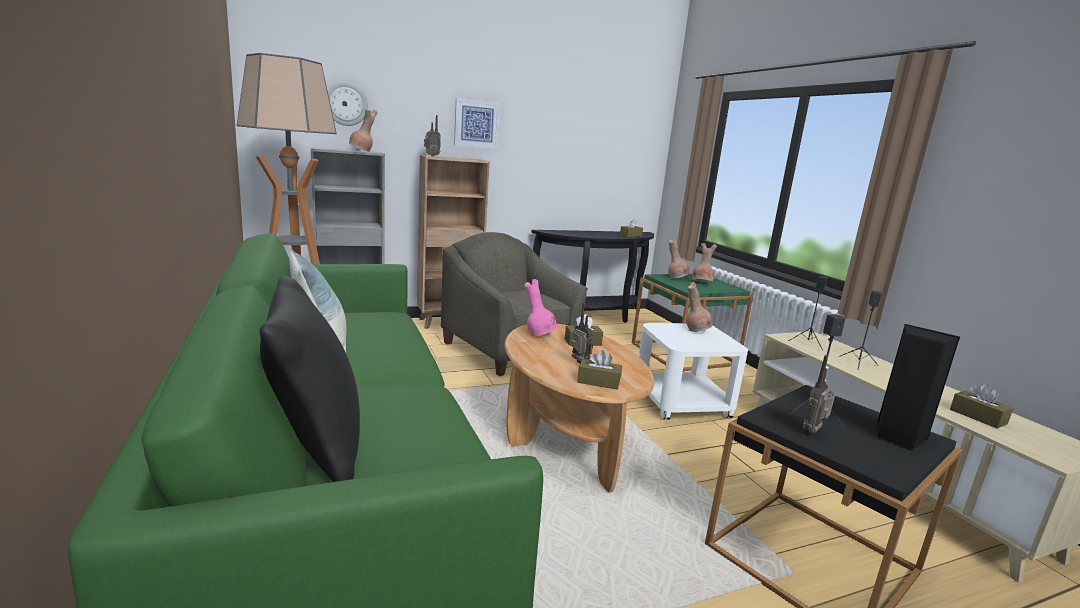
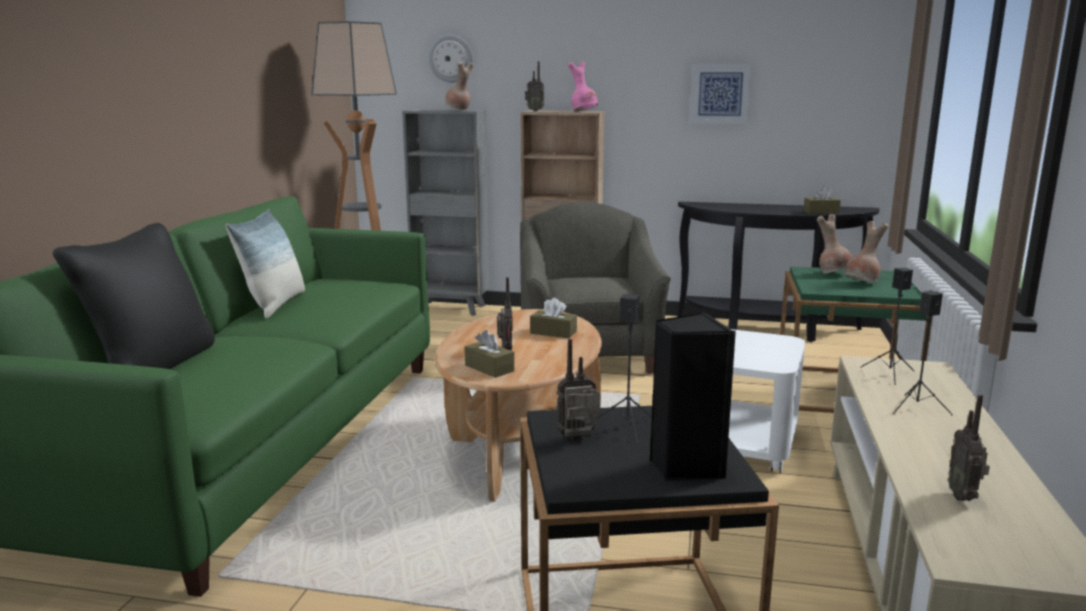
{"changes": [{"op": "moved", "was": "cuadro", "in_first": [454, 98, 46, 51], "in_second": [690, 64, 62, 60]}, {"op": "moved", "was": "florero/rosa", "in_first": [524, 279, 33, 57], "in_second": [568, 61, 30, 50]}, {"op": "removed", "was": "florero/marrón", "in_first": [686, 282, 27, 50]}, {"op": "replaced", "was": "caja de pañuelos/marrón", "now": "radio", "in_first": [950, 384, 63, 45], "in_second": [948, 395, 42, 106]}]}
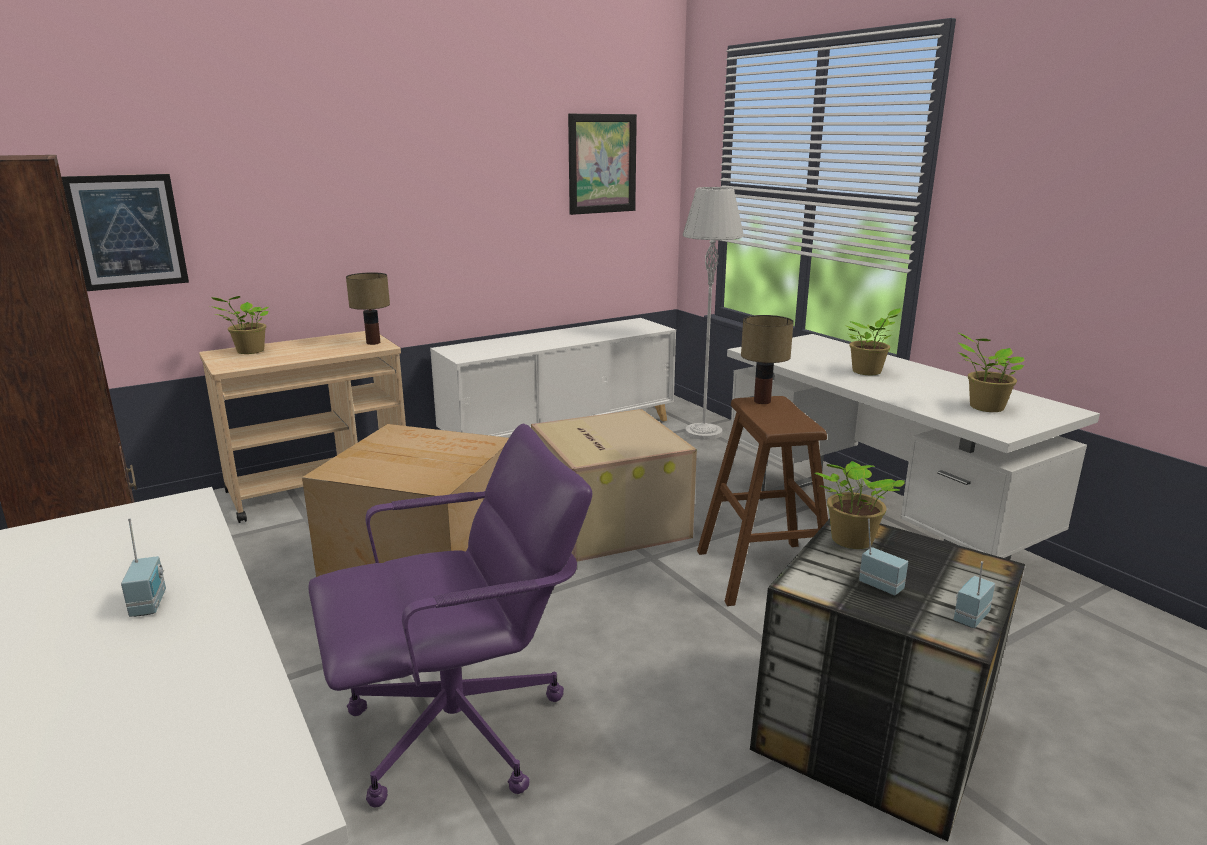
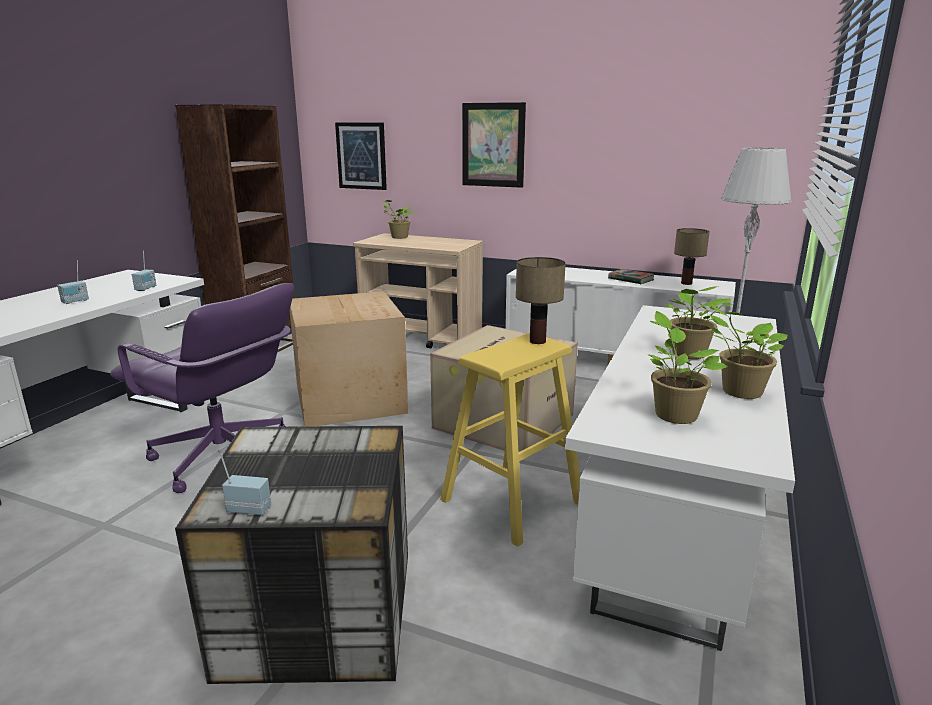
{"changes": [{"op": "moved", "was": "cuadro", "in_first": [568, 114, 69, 101], "in_second": [462, 102, 64, 86]}, {"op": "moved", "was": "lámpara de mesa", "in_first": [346, 272, 44, 73], "in_second": [674, 228, 36, 57]}, {"op": "recoloured", "was": "taburete/marrón", "now": "taburete/amarillo", "in_first": [697, 396, 131, 210], "in_second": [440, 334, 140, 213]}, {"op": "moved", "was": "planta en maceta", "in_first": [814, 461, 91, 88], "in_second": [706, 303, 81, 96]}, {"op": "moved", "was": "radio", "in_first": [859, 519, 49, 76], "in_second": [132, 250, 24, 41]}, {"op": "added", "now": "libro", "in_second": [608, 269, 47, 16]}]}
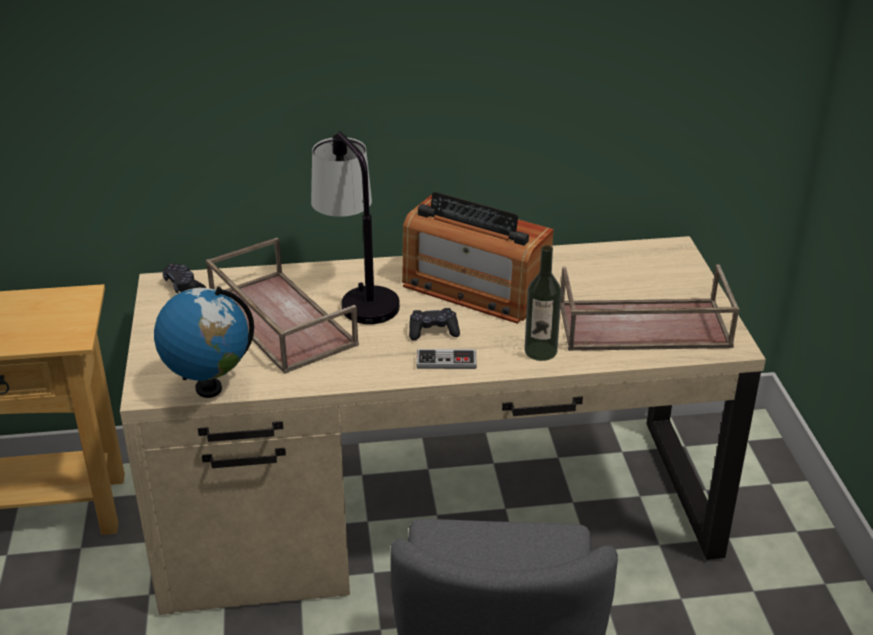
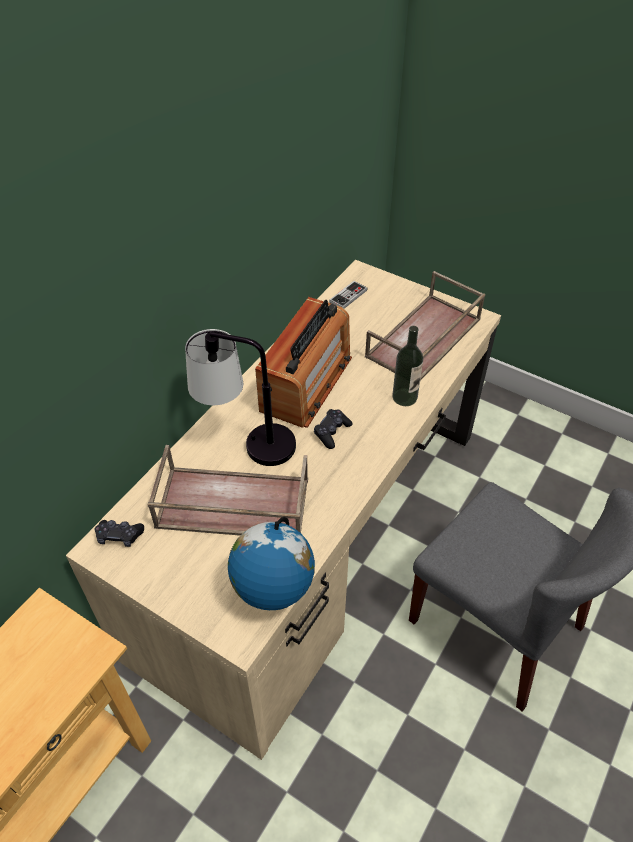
{"changes": [{"op": "turned", "was": "radio", "in_first": [402, 192, 152, 132], "in_second": [255, 297, 97, 131], "clockwise": -45}, {"op": "moved", "was": "mando de consola", "in_first": [416, 349, 61, 20], "in_second": [329, 281, 38, 28]}]}
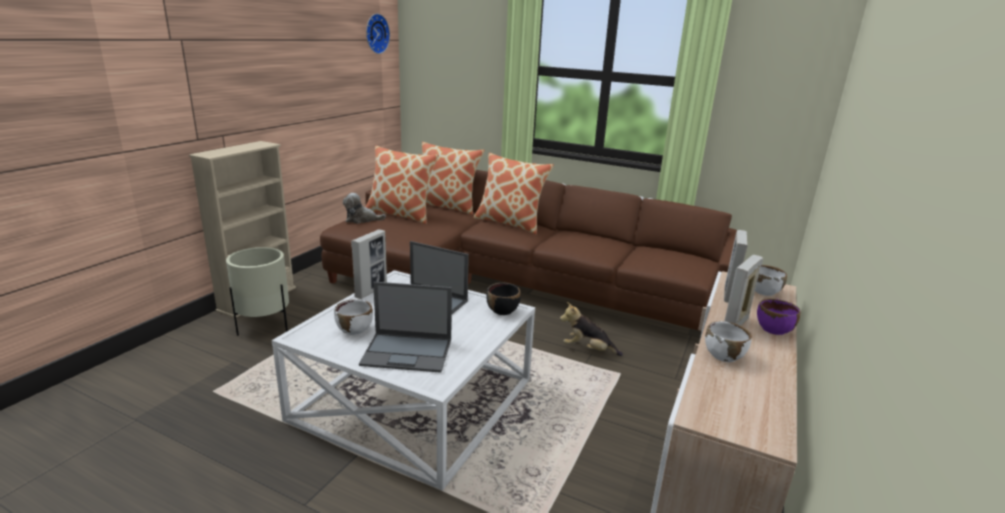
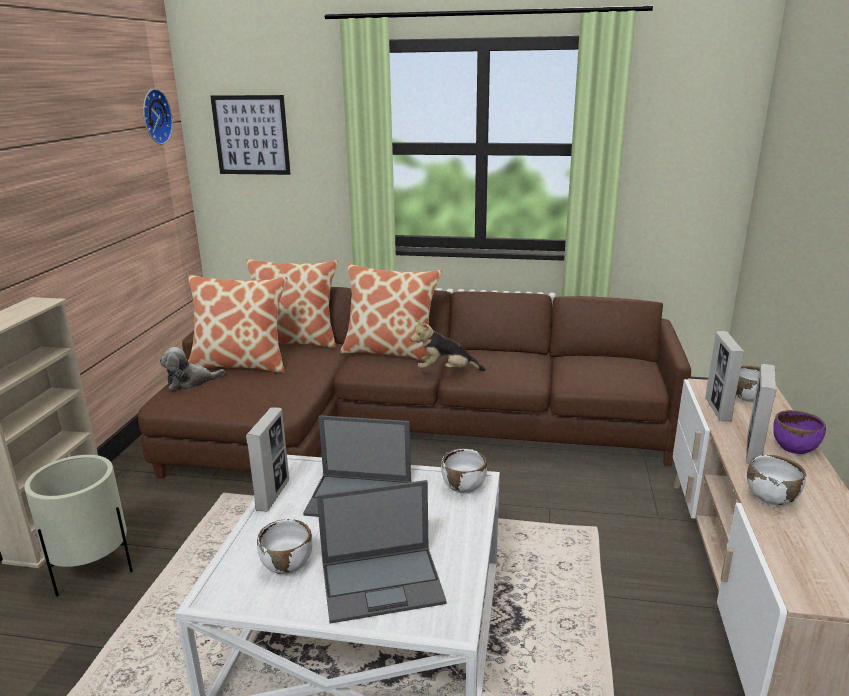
{"changes": [{"op": "recoloured", "was": "cuenco/negro", "now": "cuenco/blanco", "in_first": [486, 283, 35, 32], "in_second": [441, 448, 46, 46]}, {"op": "moved", "was": "peluche", "in_first": [560, 302, 63, 54], "in_second": [410, 319, 75, 52]}, {"op": "added", "now": "cuadro", "in_second": [210, 95, 81, 80]}]}
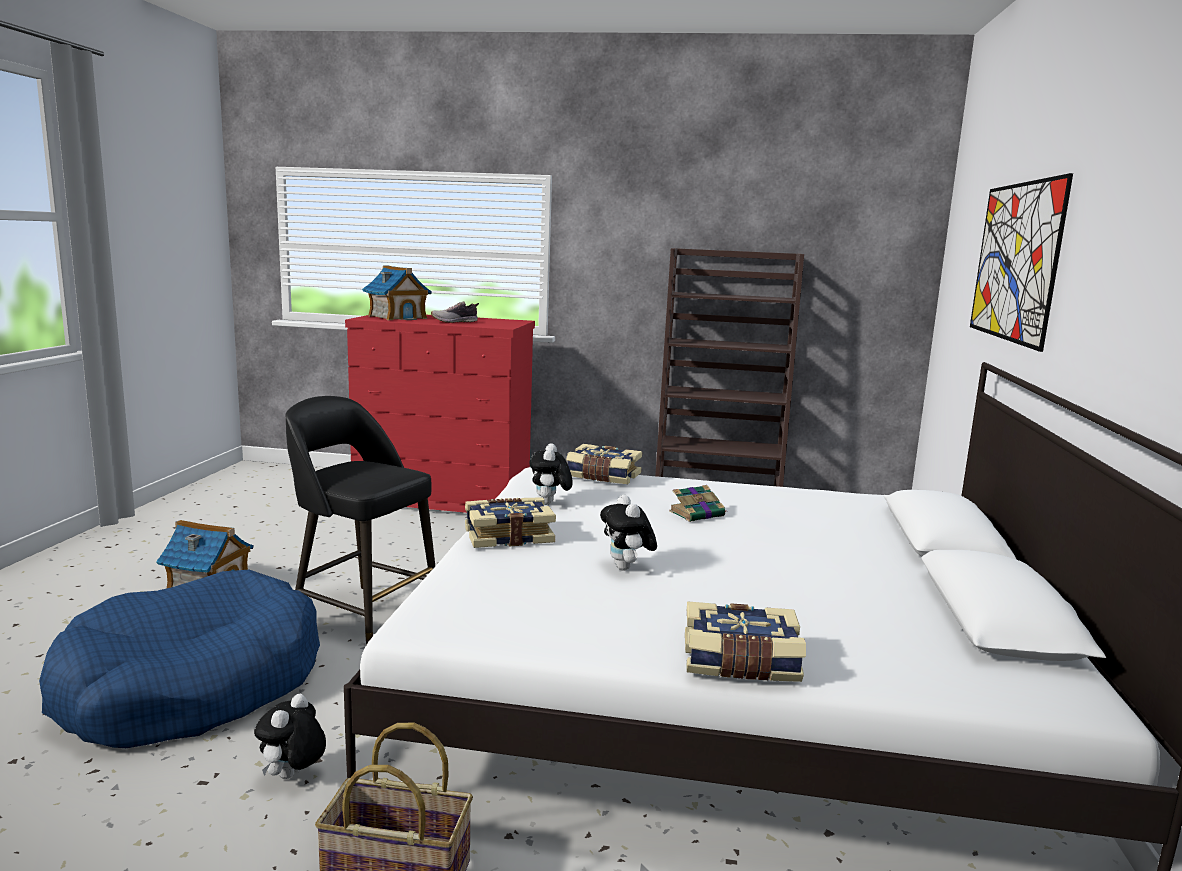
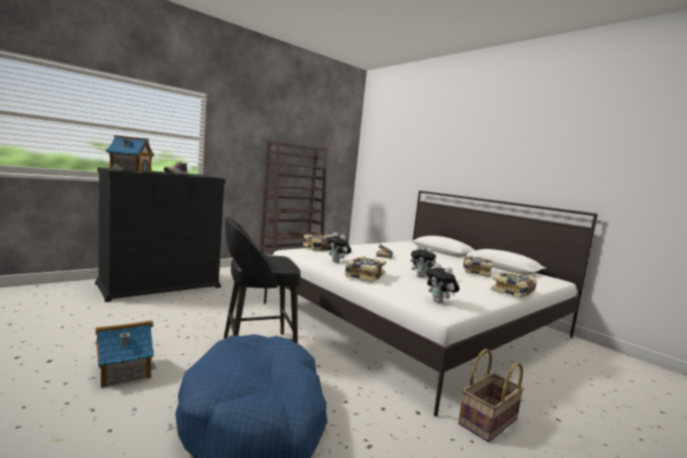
{"changes": [{"op": "removed", "was": "cuadro", "in_first": [970, 173, 103, 179]}, {"op": "recoloured", "was": "cómoda/rojo", "now": "cómoda/negro", "in_first": [345, 315, 190, 198], "in_second": [95, 167, 130, 135]}, {"op": "moved", "was": "peluche", "in_first": [254, 694, 72, 85], "in_second": [426, 263, 34, 41]}, {"op": "added", "now": "libro", "in_second": [463, 255, 30, 22]}]}
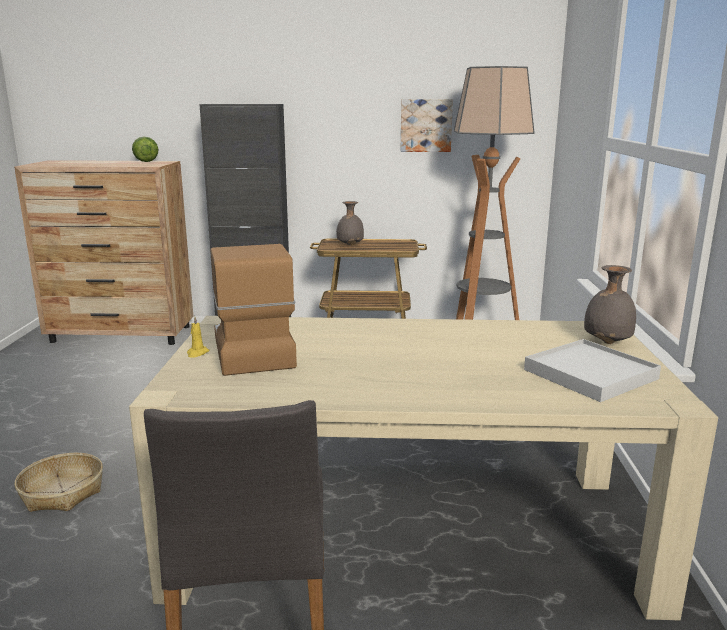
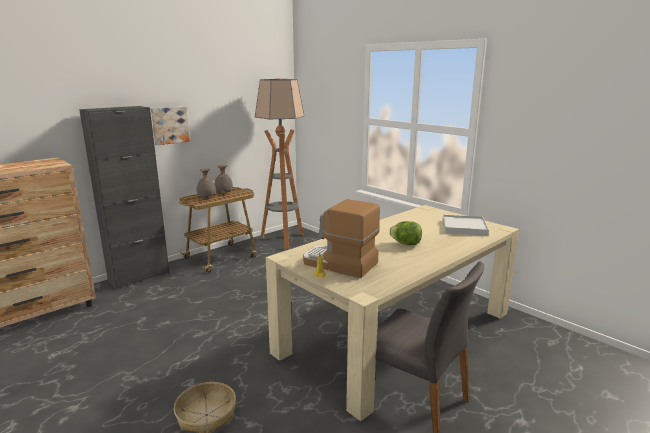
{"changes": [{"op": "moved", "was": "cuadro", "in_first": [400, 99, 53, 53], "in_second": [151, 106, 39, 39]}, {"op": "moved", "was": "lechuga", "in_first": [132, 136, 27, 26], "in_second": [389, 221, 33, 24]}, {"op": "moved", "was": "florero/gris", "in_first": [584, 265, 52, 79], "in_second": [215, 165, 18, 29]}]}
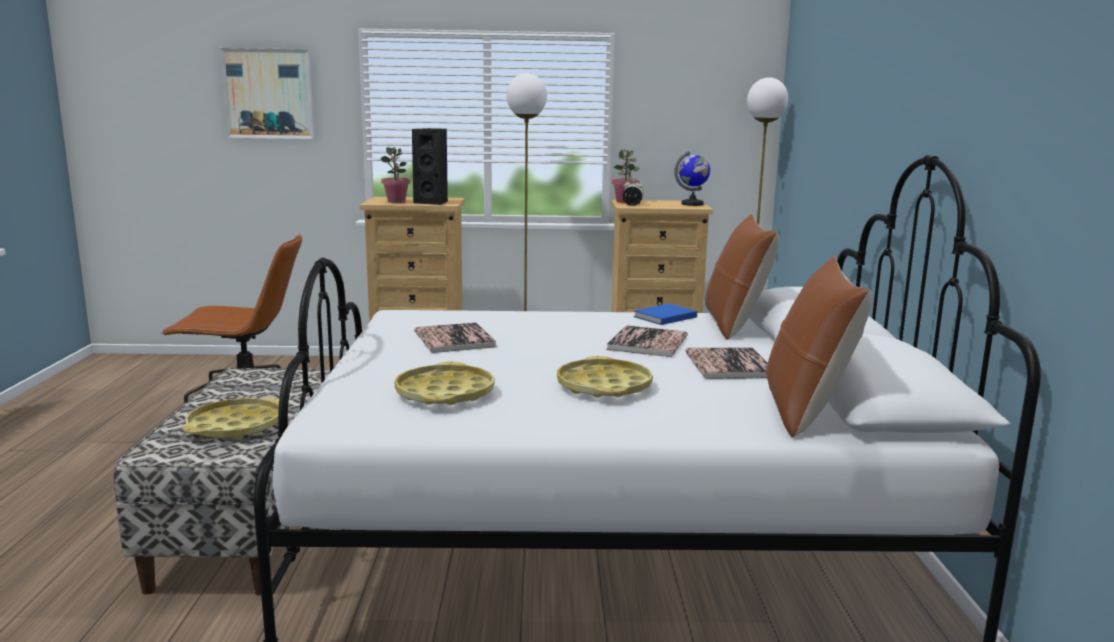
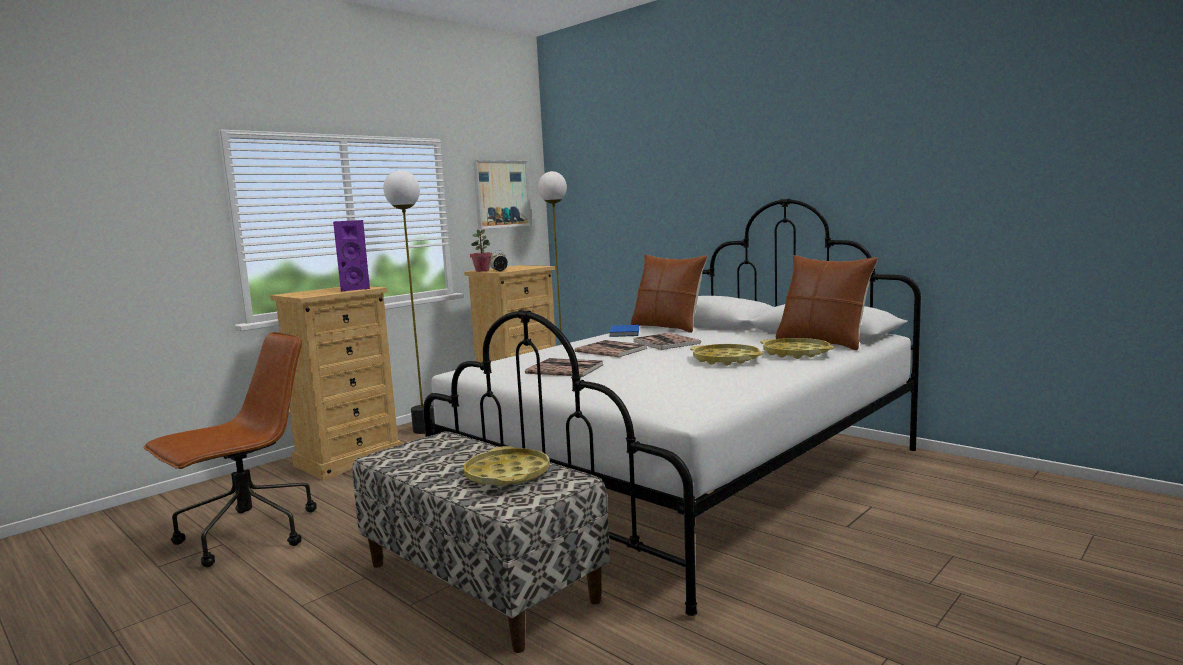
{"changes": [{"op": "moved", "was": "cuadro", "in_first": [220, 48, 95, 91], "in_second": [473, 160, 59, 69]}, {"op": "recoloured", "was": "altavoz/negro", "now": "altavoz/morado", "in_first": [412, 128, 36, 77], "in_second": [333, 220, 37, 71]}, {"op": "removed", "was": "planta en maceta", "in_first": [380, 147, 30, 56]}, {"op": "removed", "was": "globo terráqueo", "in_first": [674, 151, 36, 55]}, {"op": "moved", "was": "libro", "in_first": [685, 348, 83, 31], "in_second": [574, 340, 74, 17]}, {"op": "moved", "was": "bandeja/amarillo", "in_first": [395, 362, 99, 43], "in_second": [760, 338, 74, 21]}]}
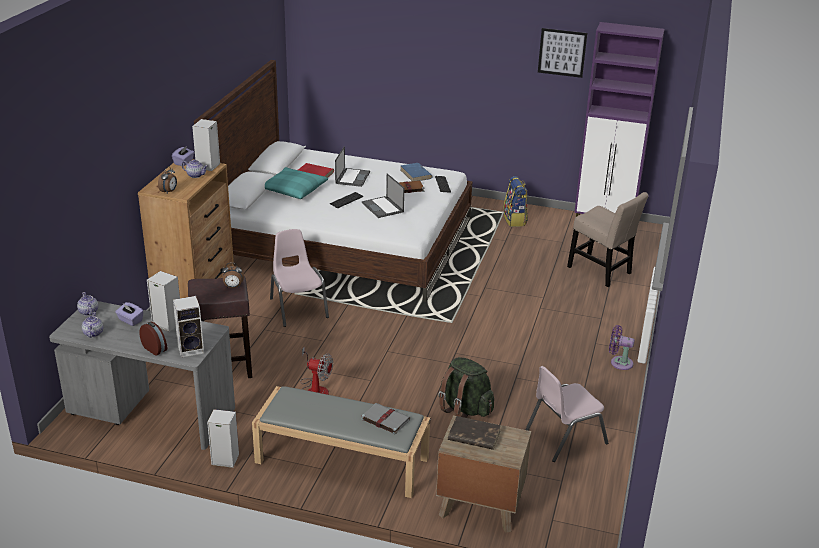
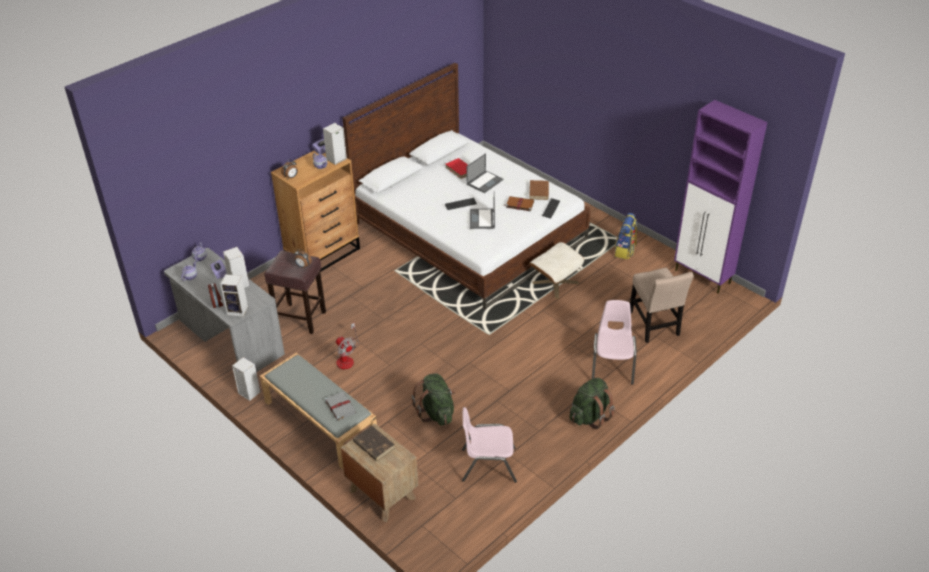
{"changes": [{"op": "removed", "was": "cuadro", "in_first": [538, 28, 49, 50]}, {"op": "recoloured", "was": "libro/azul", "now": "libro/marrón", "in_first": [401, 163, 32, 18], "in_second": [529, 180, 20, 20]}, {"op": "removed", "was": "cojín/turquesa", "in_first": [265, 167, 63, 32]}, {"op": "moved", "was": "silla/rosa", "in_first": [270, 229, 59, 98], "in_second": [592, 300, 45, 84]}, {"op": "replaced", "was": "ventilador/morado", "now": "mochila/verde", "in_first": [609, 325, 26, 45], "in_second": [569, 377, 46, 52]}, {"op": "added", "now": "puf/beis", "in_second": [530, 242, 54, 56]}]}
